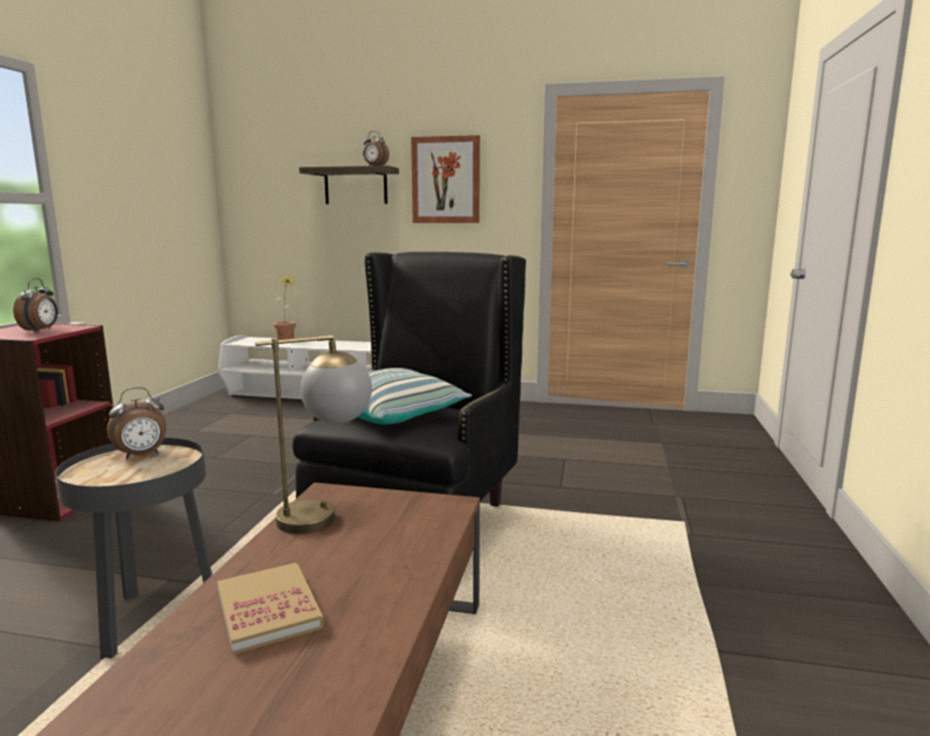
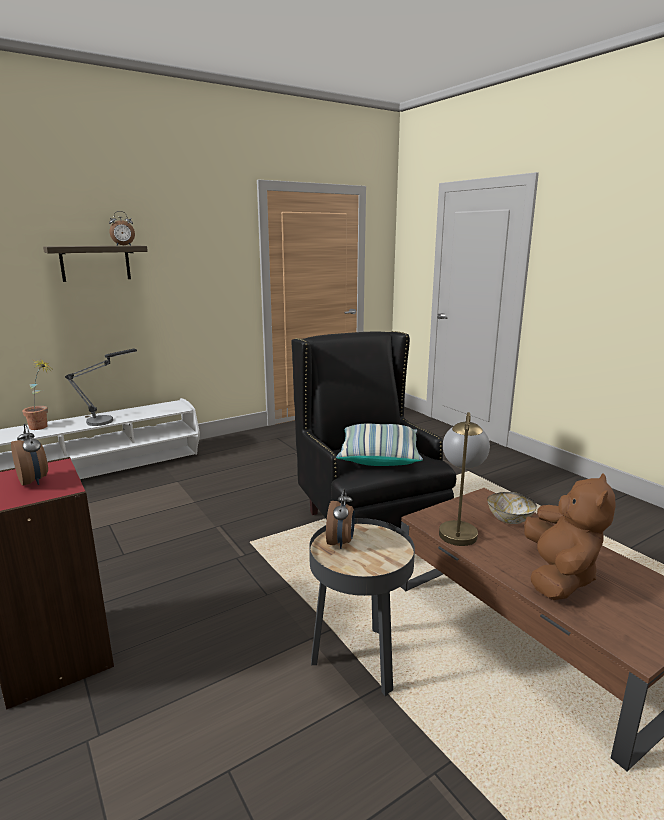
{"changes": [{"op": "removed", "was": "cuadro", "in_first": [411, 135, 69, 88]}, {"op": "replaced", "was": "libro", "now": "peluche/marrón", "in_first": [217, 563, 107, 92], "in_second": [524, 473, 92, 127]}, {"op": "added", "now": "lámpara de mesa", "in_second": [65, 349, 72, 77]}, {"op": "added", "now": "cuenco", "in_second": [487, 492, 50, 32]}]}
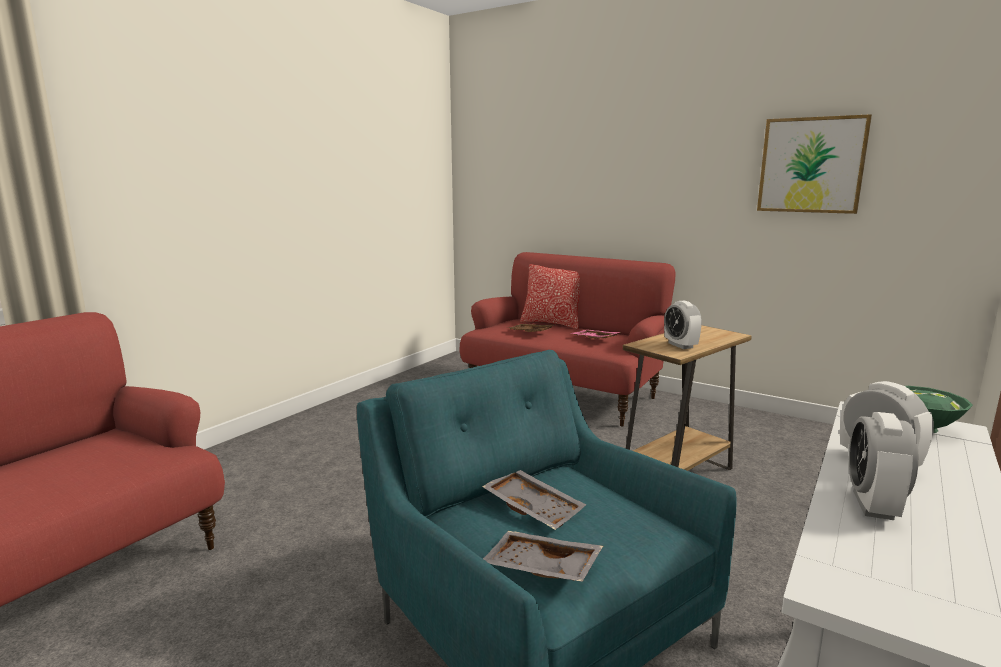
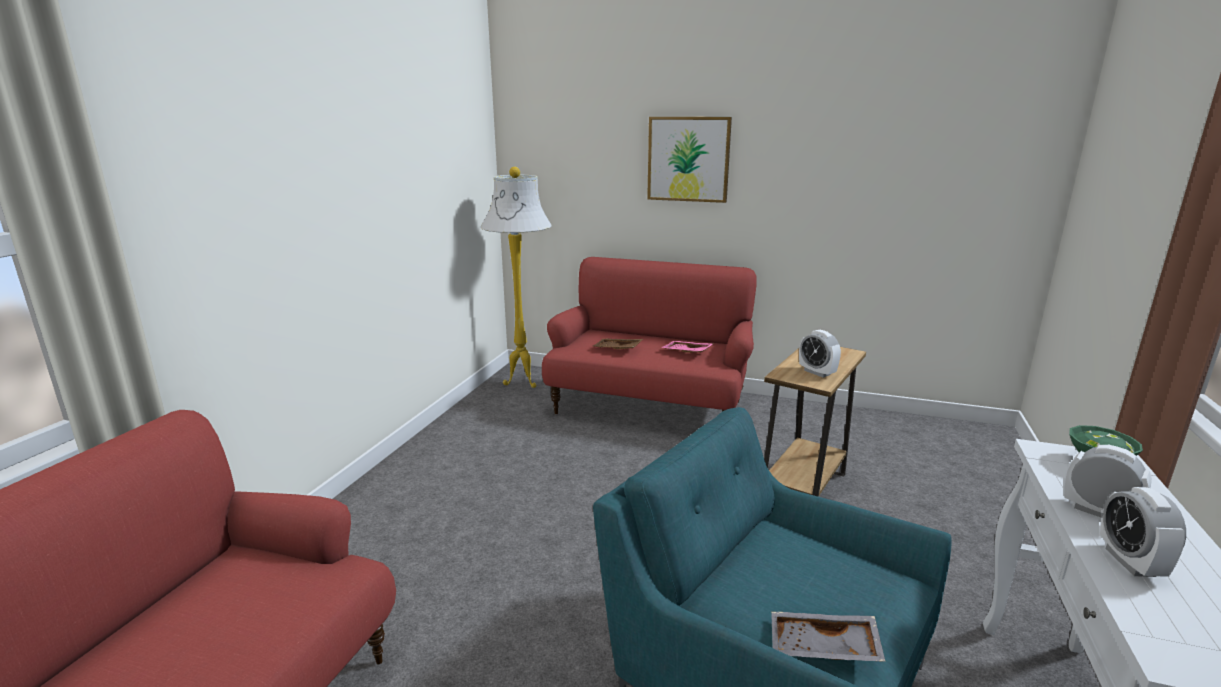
{"changes": [{"op": "moved", "was": "cuadro", "in_first": [757, 114, 115, 100], "in_second": [647, 117, 85, 86]}, {"op": "removed", "was": "cojín", "in_first": [520, 264, 60, 65]}, {"op": "removed", "was": "bandeja/gris", "in_first": [482, 470, 104, 60]}, {"op": "added", "now": "lámpara de pie/blanco", "in_second": [480, 167, 72, 221]}]}
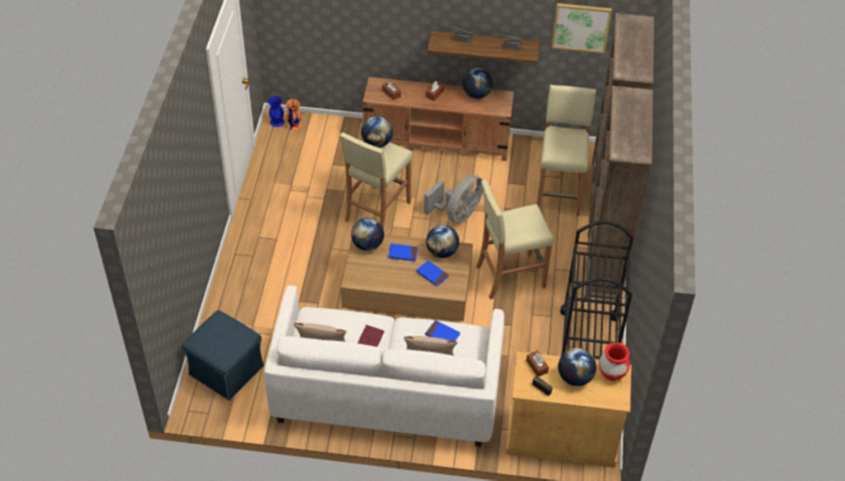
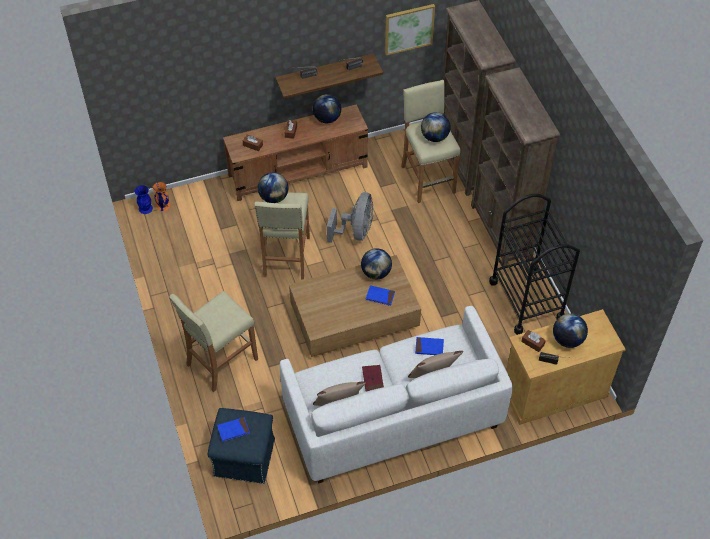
{"changes": [{"op": "moved", "was": "taburete/beis", "in_first": [476, 180, 78, 119], "in_second": [169, 291, 89, 101]}, {"op": "moved", "was": "globo terráqueo", "in_first": [351, 218, 33, 33], "in_second": [421, 112, 30, 30]}, {"op": "moved", "was": "libro/azul", "in_first": [388, 244, 30, 18], "in_second": [217, 417, 33, 25]}, {"op": "removed", "was": "florero/rojo", "in_first": [599, 342, 31, 39]}]}
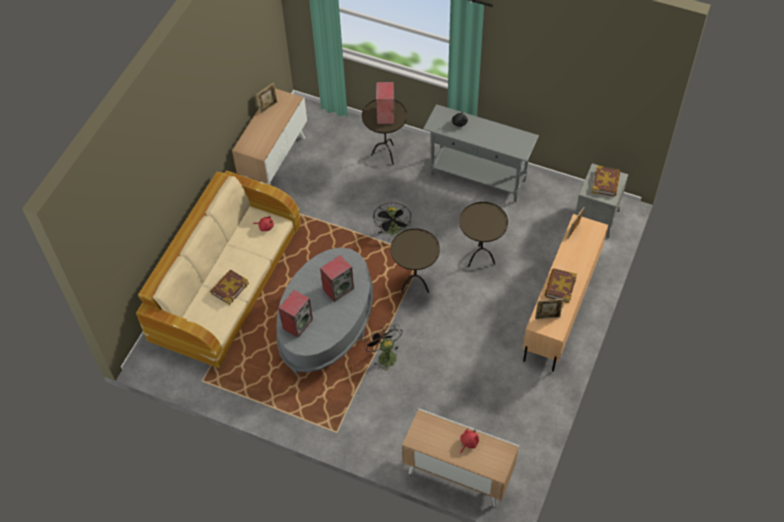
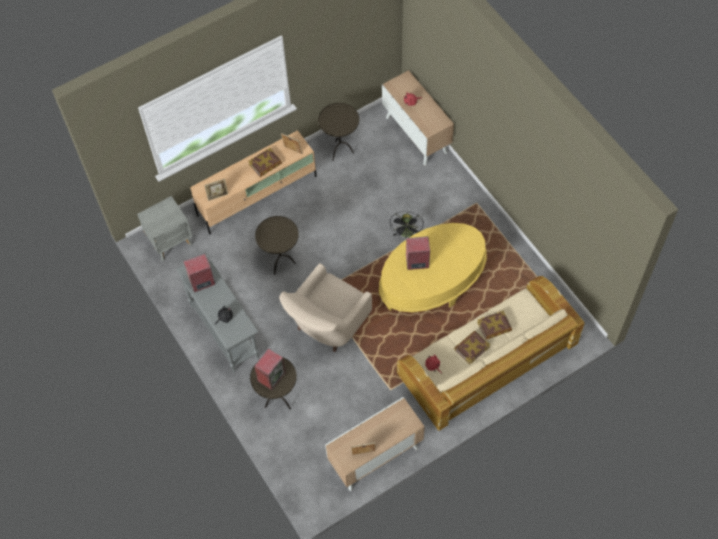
{"changes": [{"op": "moved", "was": "libro", "in_first": [592, 165, 28, 31], "in_second": [454, 331, 36, 34]}, {"op": "replaced", "was": "ventilador/negro", "now": "sillón/beis", "in_first": [373, 203, 38, 32], "in_second": [279, 263, 93, 89]}, {"op": "moved", "was": "mesa auxiliar/marrón", "in_first": [391, 228, 49, 65], "in_second": [318, 103, 41, 58]}, {"op": "recoloured", "was": "mesa de centro/gris", "now": "mesa de centro/amarillo", "in_first": [277, 247, 96, 128], "in_second": [379, 223, 108, 89]}, {"op": "moved", "was": "altavoz", "in_first": [279, 290, 34, 48], "in_second": [183, 254, 32, 38]}]}
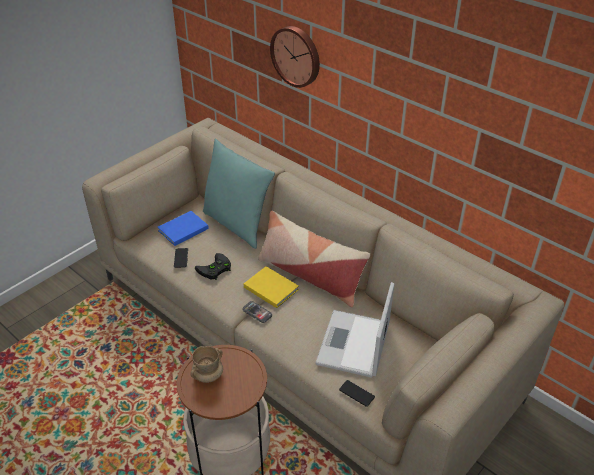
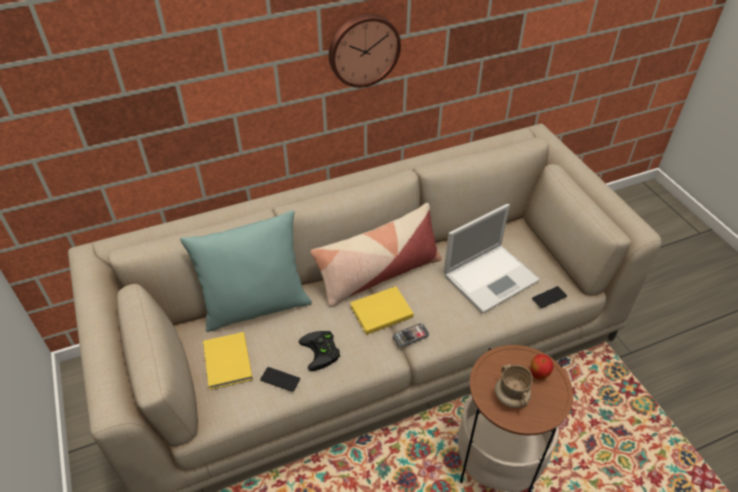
{"changes": [{"op": "moved", "was": "reloj de pared", "in_first": [270, 26, 50, 62], "in_second": [329, 14, 72, 74]}, {"op": "recoloured", "was": "libro/azul", "now": "libro/amarillo", "in_first": [158, 211, 51, 35], "in_second": [203, 332, 50, 58]}, {"op": "turned", "was": "portátil", "in_first": [315, 282, 79, 96], "in_second": [444, 204, 96, 110], "clockwise": -75}, {"op": "added", "now": "manzana", "in_second": [531, 354, 22, 26]}]}
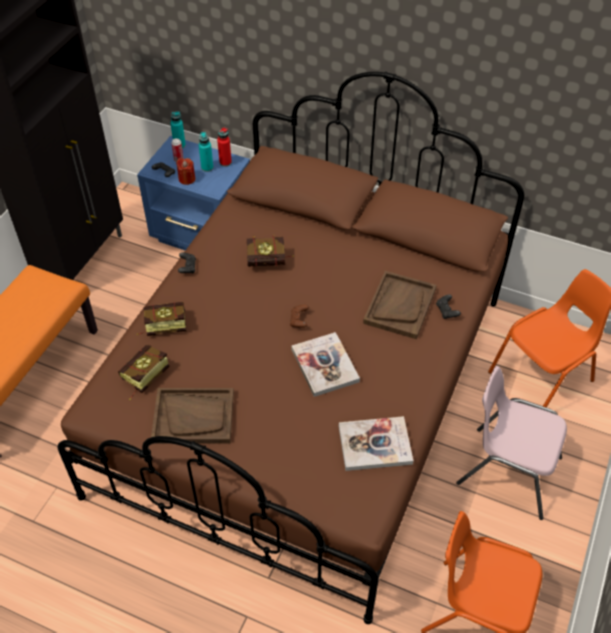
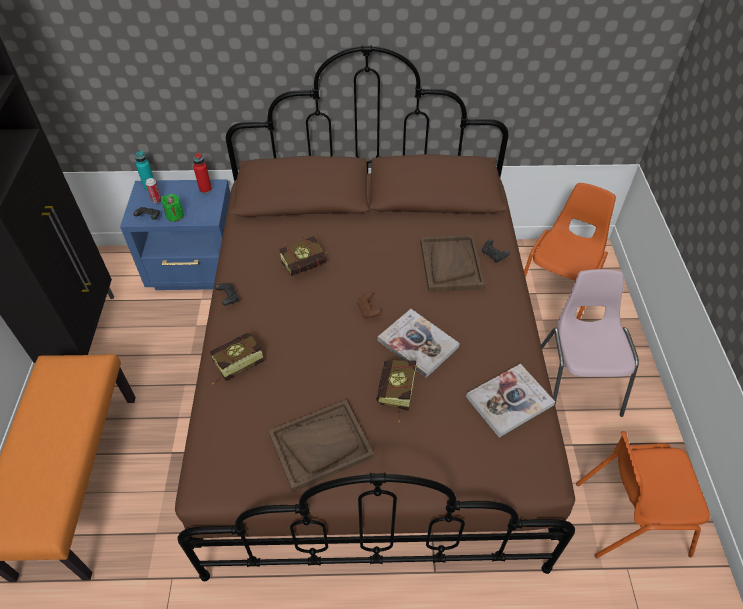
{"changes": [{"op": "removed", "was": "botella/turquesa", "in_first": [199, 132, 15, 40]}, {"op": "recoloured", "was": "vela/rojo", "now": "vela/verde", "in_first": [176, 158, 19, 27], "in_second": [161, 194, 23, 28]}, {"op": "moved", "was": "libro", "in_first": [118, 345, 51, 55], "in_second": [376, 359, 41, 64]}, {"op": "turned", "was": "silla/rosa", "in_first": [456, 366, 111, 154], "in_second": [541, 269, 98, 148], "clockwise": 90}]}
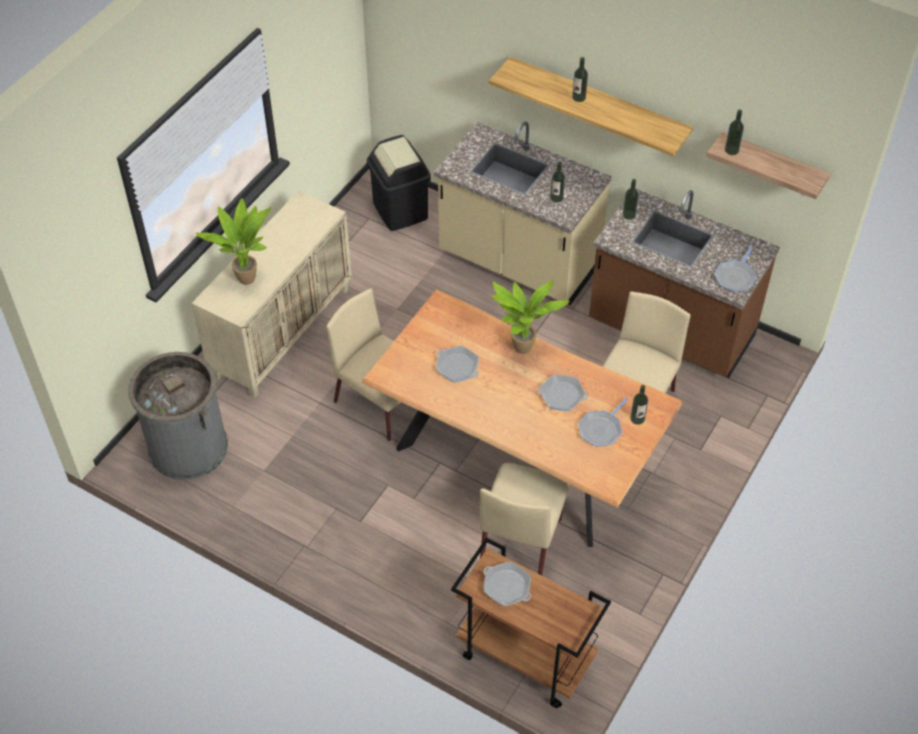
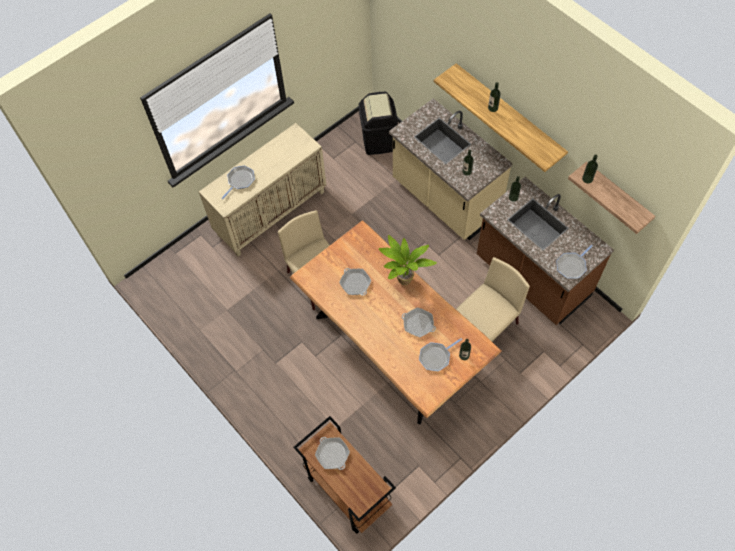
{"changes": [{"op": "replaced", "was": "planta en maceta", "now": "sartén", "in_first": [196, 198, 75, 87], "in_second": [221, 165, 34, 34]}, {"op": "removed", "was": "papelera/gris", "in_first": [128, 352, 100, 128]}, {"op": "removed", "was": "silla/beis", "in_first": [480, 463, 89, 113]}]}
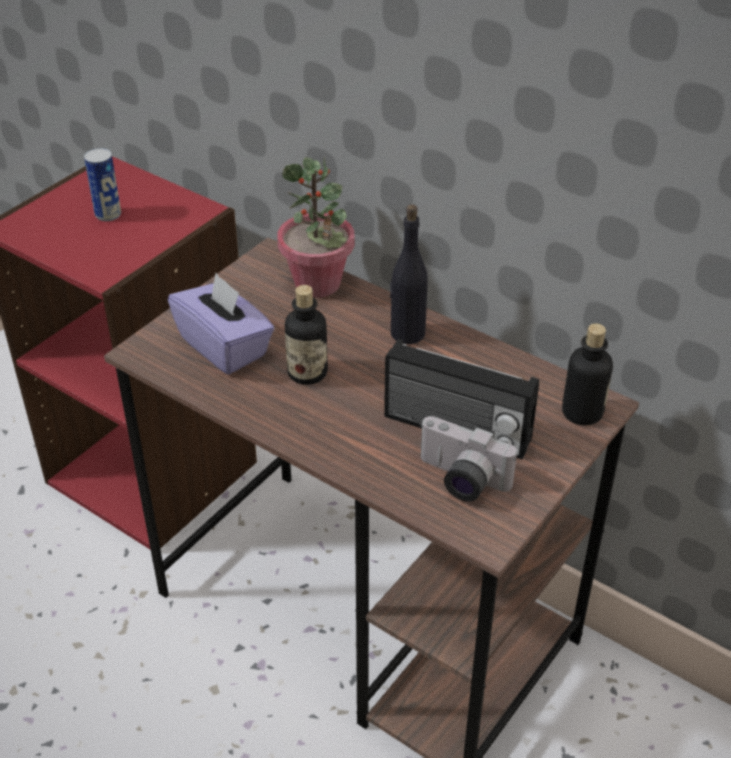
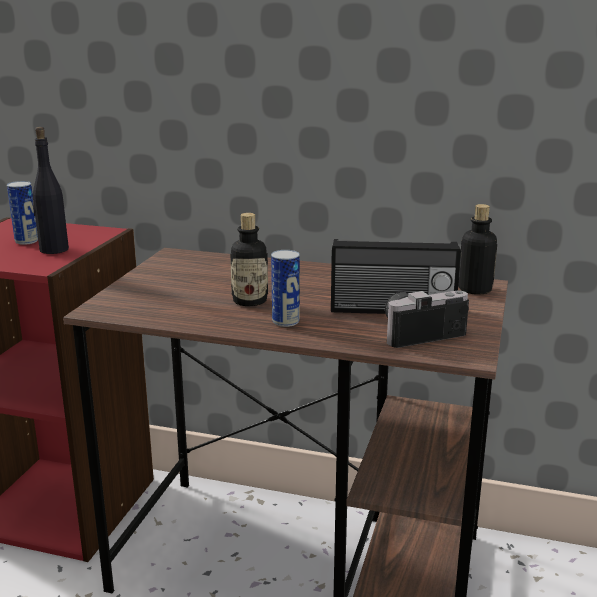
{"changes": [{"op": "removed", "was": "planta en maceta", "in_first": [277, 156, 78, 142]}, {"op": "moved", "was": "botella/negro", "in_first": [390, 204, 38, 140], "in_second": [32, 127, 37, 127]}, {"op": "removed", "was": "caja de pañuelos/morado", "in_first": [168, 273, 107, 102]}, {"op": "turned", "was": "cámara", "in_first": [420, 416, 97, 85], "in_second": [385, 291, 84, 57], "clockwise": 150}, {"op": "added", "now": "lata", "in_second": [271, 250, 29, 77]}]}
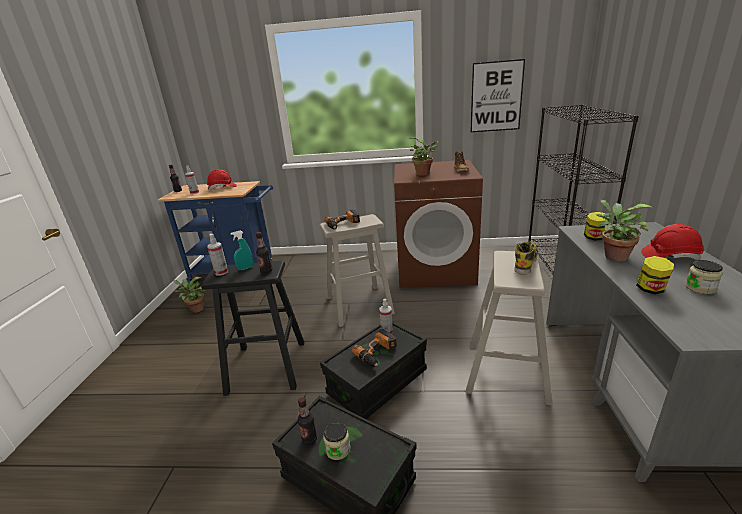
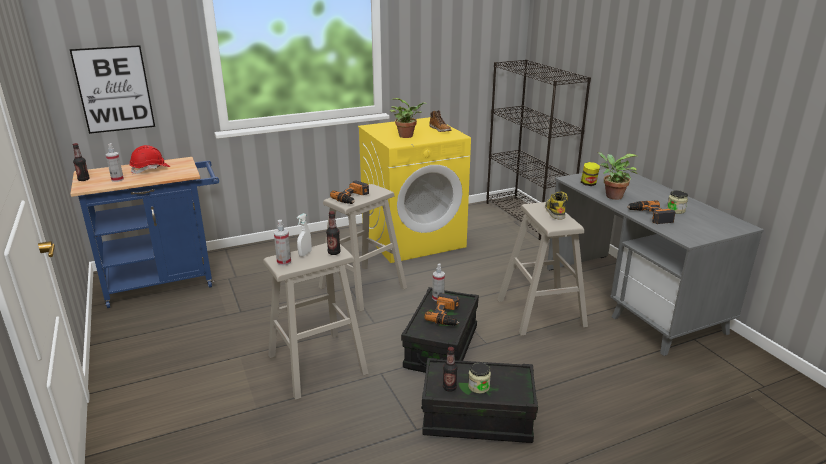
{"changes": [{"op": "moved", "was": "cuadro", "in_first": [470, 59, 55, 73], "in_second": [69, 45, 86, 89]}, {"op": "recoloured", "was": "lavadora/marrón", "now": "lavadora/amarillo", "in_first": [394, 160, 89, 128], "in_second": [358, 117, 113, 146]}, {"op": "removed", "was": "casco/rojo", "in_first": [641, 224, 63, 36]}, {"op": "recoloured", "was": "pulverizador/turquesa", "now": "pulverizador/blanco", "in_first": [230, 231, 23, 39], "in_second": [297, 213, 15, 44]}, {"op": "replaced", "was": "tarro", "now": "taladro", "in_first": [636, 256, 38, 38], "in_second": [627, 200, 48, 24]}, {"op": "recoloured", "was": "taburete/negro", "now": "taburete/beis", "in_first": [201, 260, 103, 136], "in_second": [263, 243, 106, 157]}, {"op": "removed", "was": "planta en maceta", "in_first": [173, 277, 32, 36]}]}
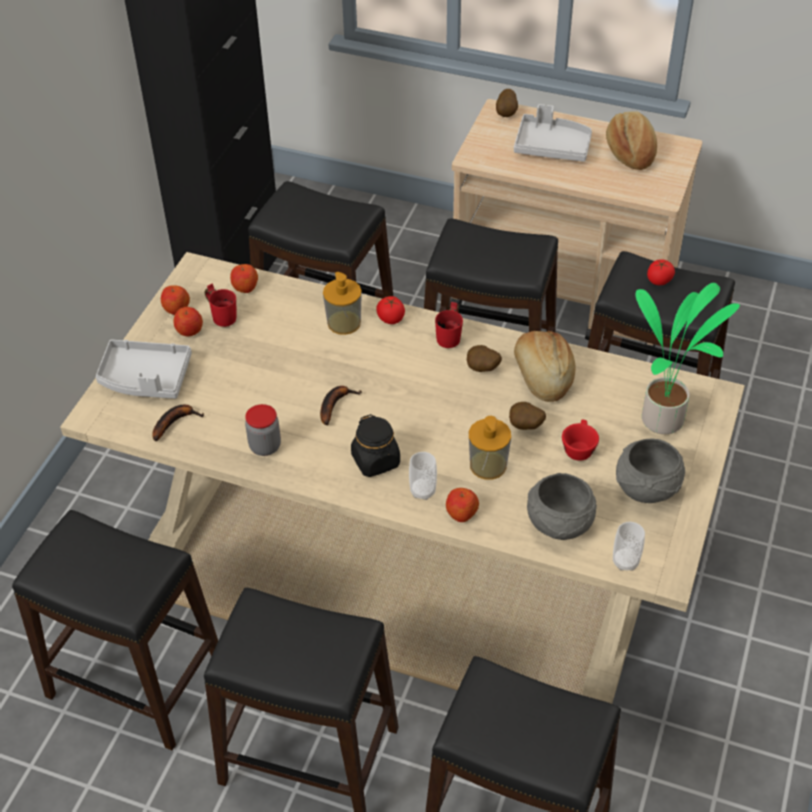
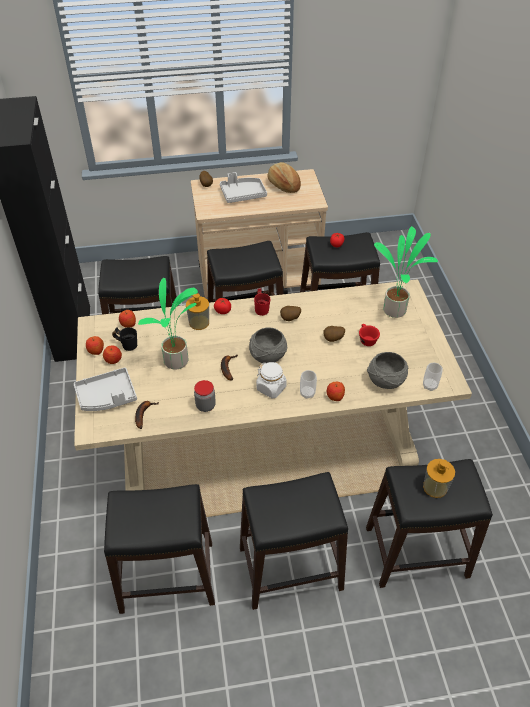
{"changes": [{"op": "recoloured", "was": "taza grande/rojo", "now": "taza grande/negro", "in_first": [204, 284, 32, 43], "in_second": [112, 327, 25, 24]}, {"op": "removed", "was": "pan", "in_first": [514, 331, 61, 71]}, {"op": "recoloured", "was": "tarro/negro", "now": "tarro/blanco", "in_first": [351, 414, 49, 63], "in_second": [256, 362, 31, 36]}, {"op": "moved", "was": "dispensador de jabón", "in_first": [469, 416, 42, 63], "in_second": [423, 459, 32, 39]}, {"op": "moved", "was": "cuenco/gris", "in_first": [616, 439, 69, 64], "in_second": [249, 327, 38, 37]}, {"op": "added", "now": "planta en maceta", "in_second": [138, 278, 60, 91]}]}
